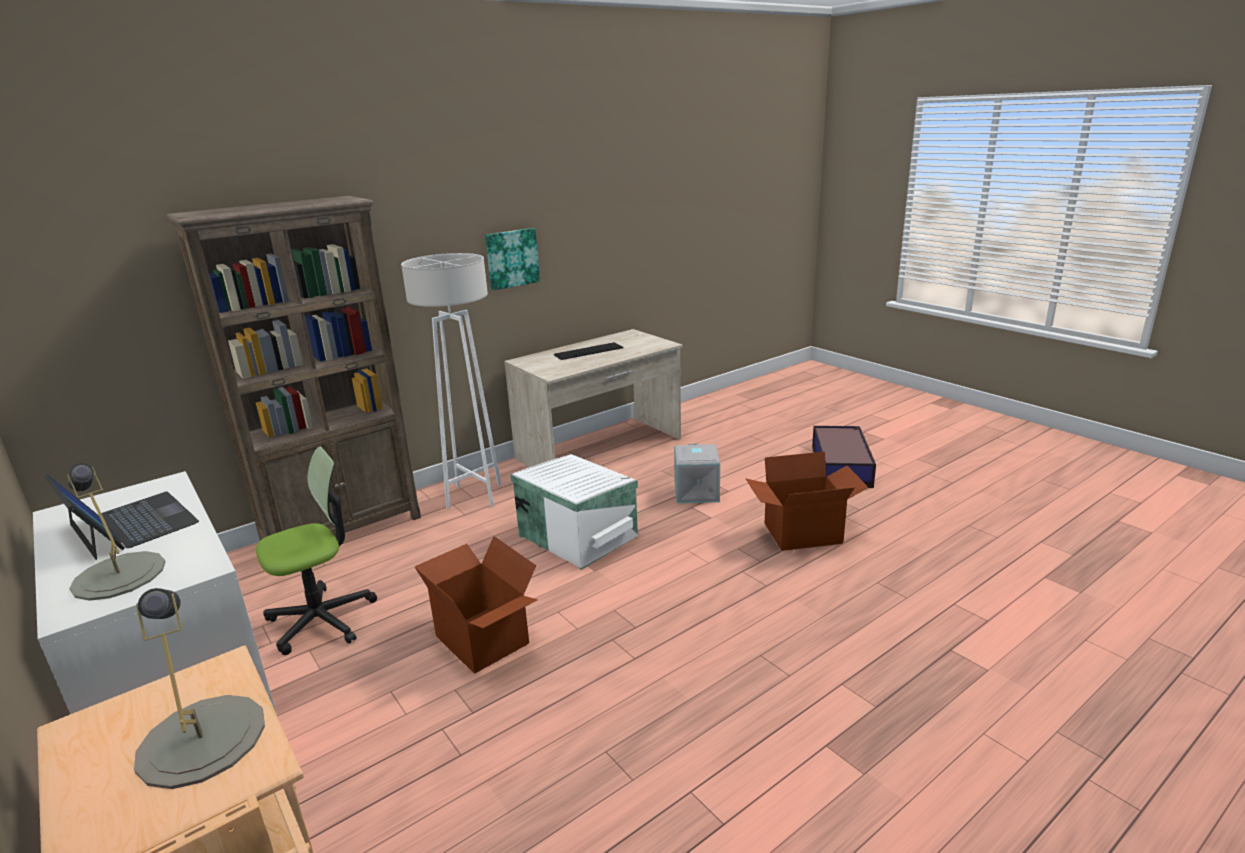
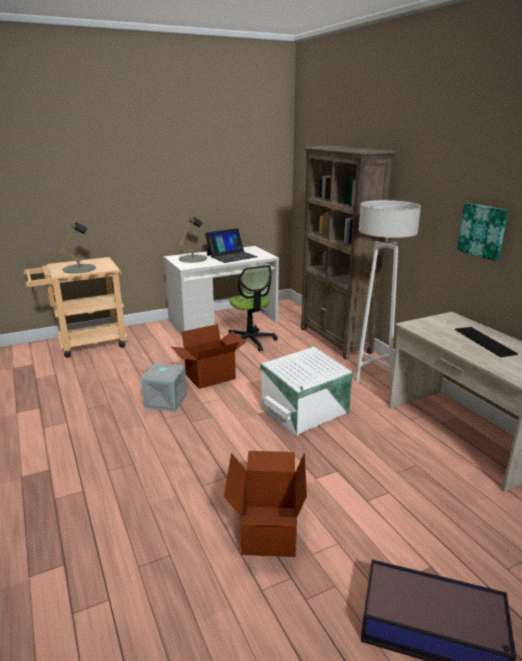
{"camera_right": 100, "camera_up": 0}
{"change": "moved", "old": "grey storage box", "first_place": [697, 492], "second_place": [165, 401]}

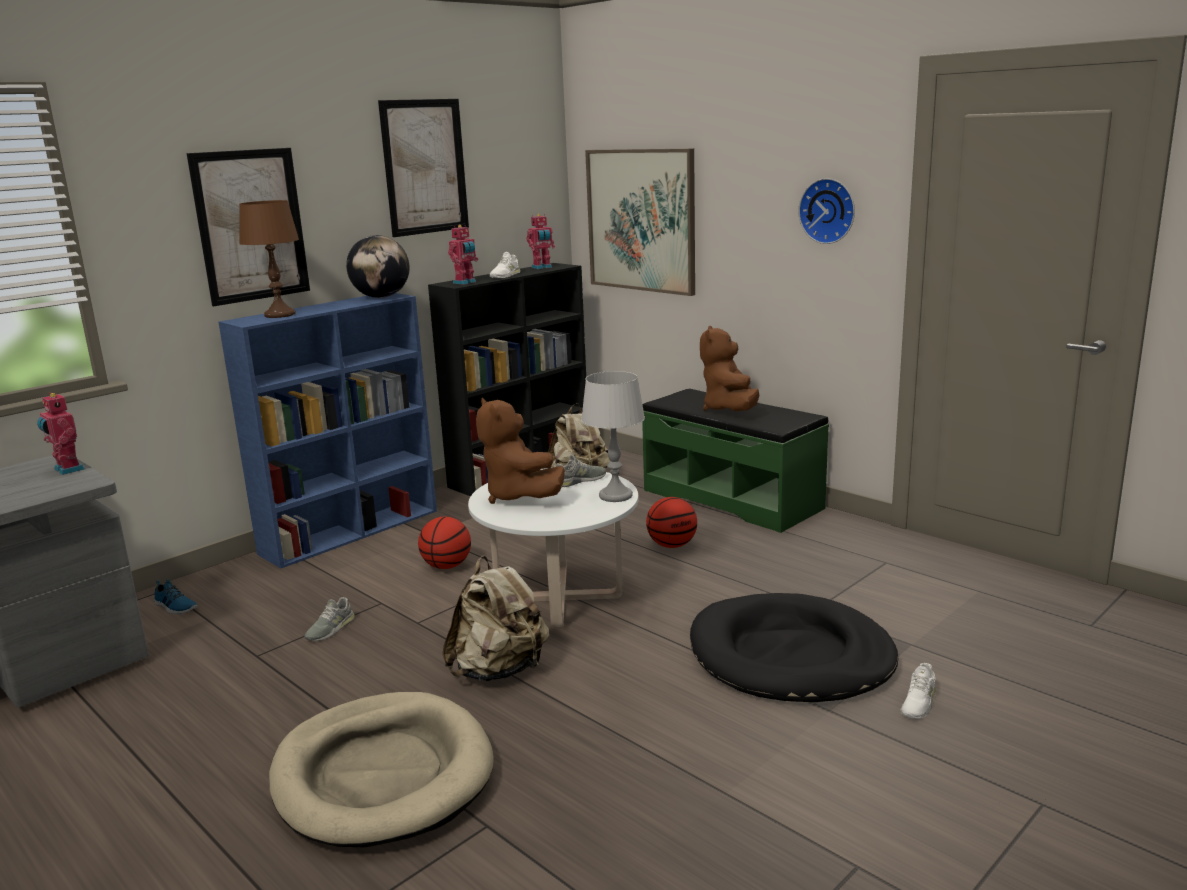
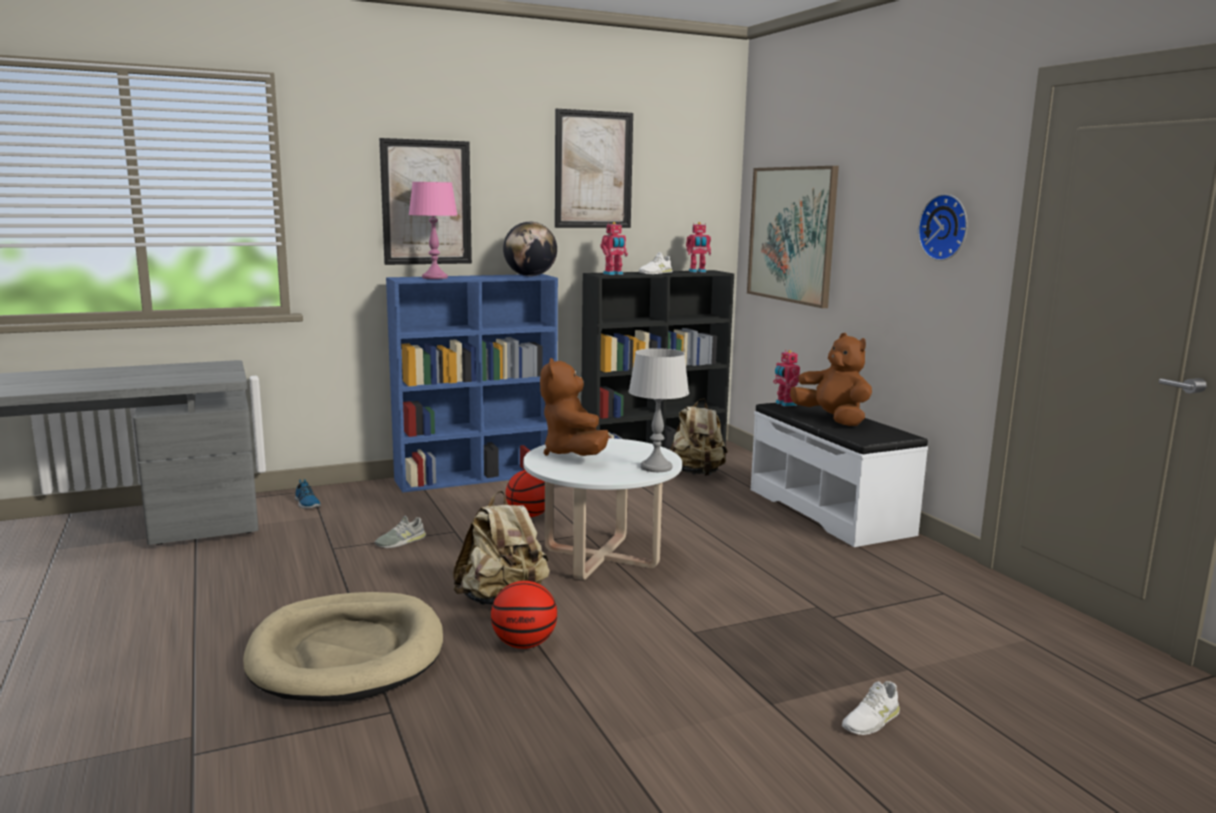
{"camera_right": 20, "camera_up": -5}
{"change": "moved", "old": "toy robot", "first_place": [67, 470], "second_place": [784, 404]}
{"change": "recoloured", "old": "brown table lamp", "new": "pink table lamp", "first_place": [279, 315], "second_place": [434, 278]}
{"change": "removed", "old": "grey shoe", "first_place": [579, 480]}
{"change": "recoloured", "old": "green bench", "new": "white bench", "first_place": [732, 499], "second_place": [829, 511]}
{"change": "moved", "old": "basketball", "first_place": [672, 545], "second_place": [524, 644]}
{"change": "removed", "old": "black dog bed", "first_place": [790, 656]}
{"change": "turned", "old": "brown plush toy", "first_place": [729, 410], "second_place": [832, 420], "degrees": 120}

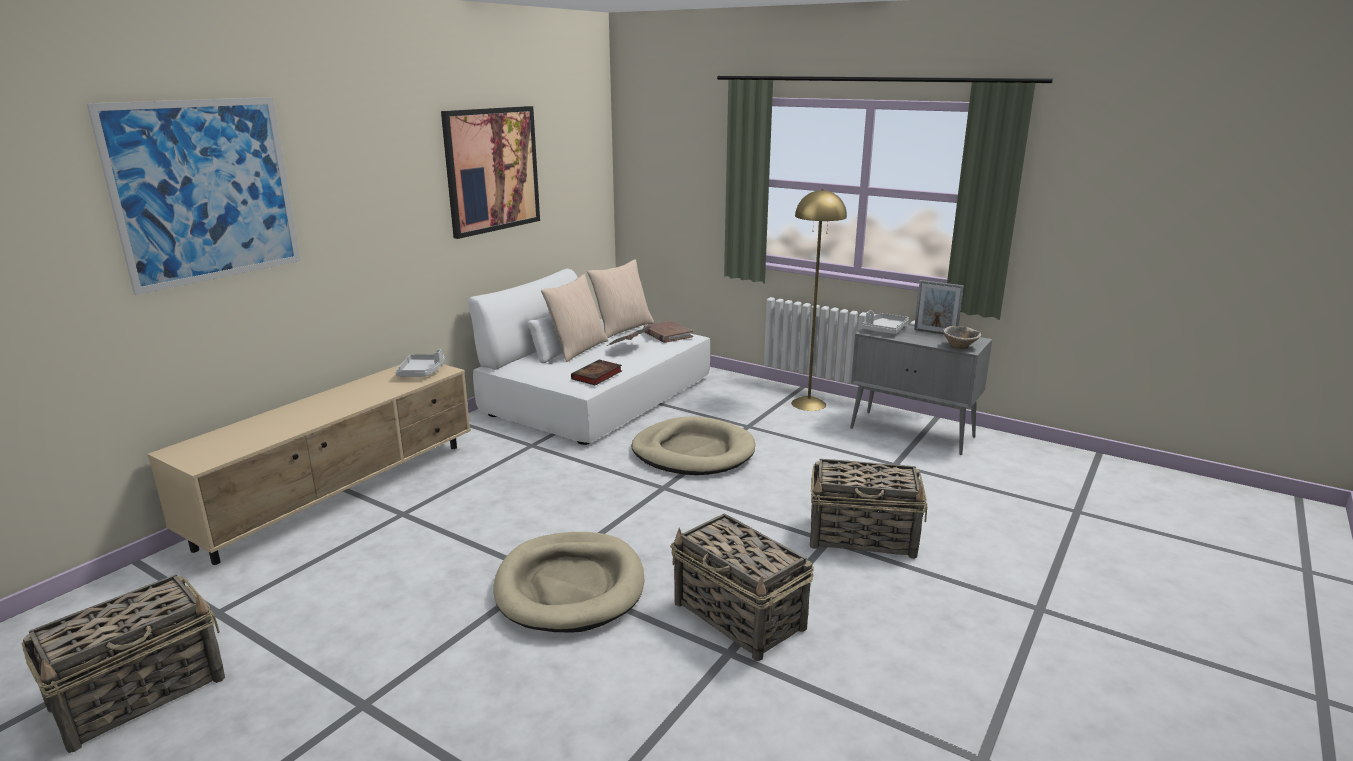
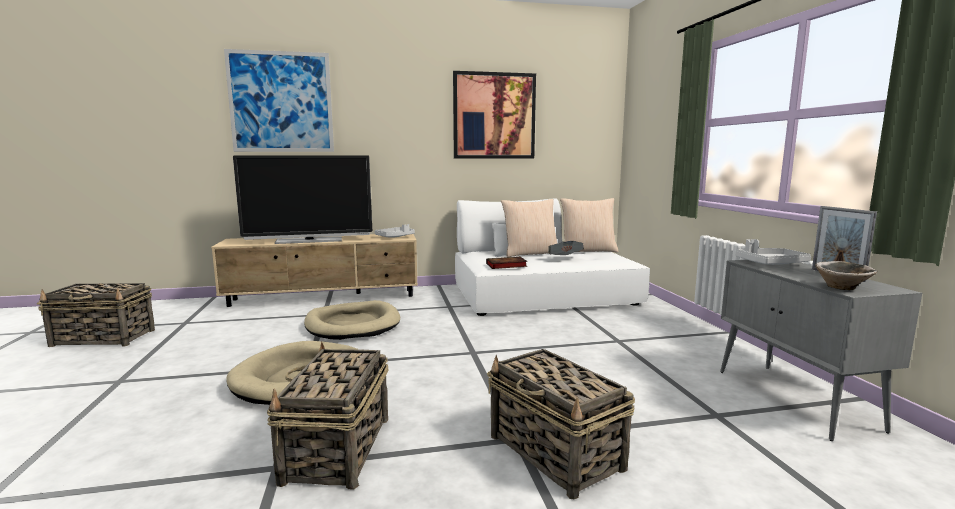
{"camera_right": 45, "camera_up": -10}
{"change": "moved", "old": "beige dog bed", "first_place": [693, 452], "second_place": [353, 324]}
{"change": "removed", "old": "brown book", "first_place": [667, 334]}
{"change": "removed", "old": "yellow floor lamp", "first_place": [808, 404]}
{"change": "added", "new": "television", "second_place": [309, 241]}

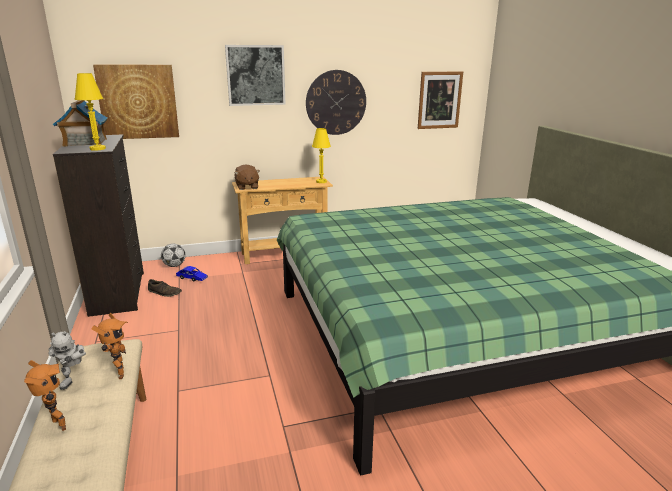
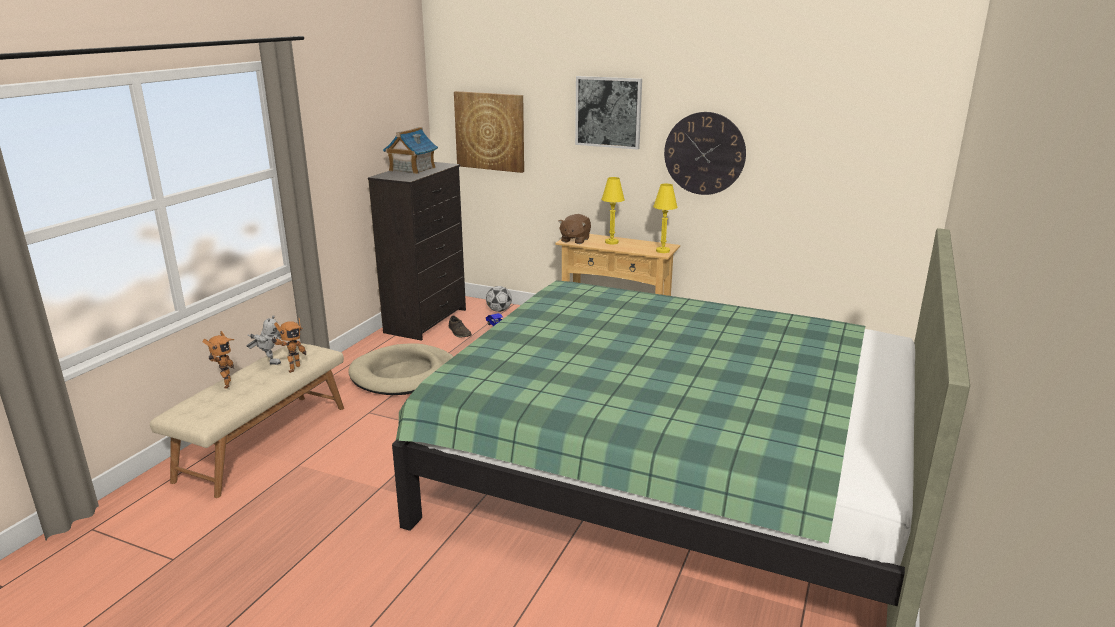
{"camera_right": 40, "camera_up": 0}
{"change": "turned", "old": "toy robot", "first_place": [75, 378], "second_place": [269, 361], "degrees": -105}
{"change": "moved", "old": "yellow table lamp", "first_place": [97, 149], "second_place": [611, 242]}
{"change": "removed", "old": "picture", "first_place": [439, 100]}
{"change": "added", "new": "beige dog bed", "second_place": [404, 374]}

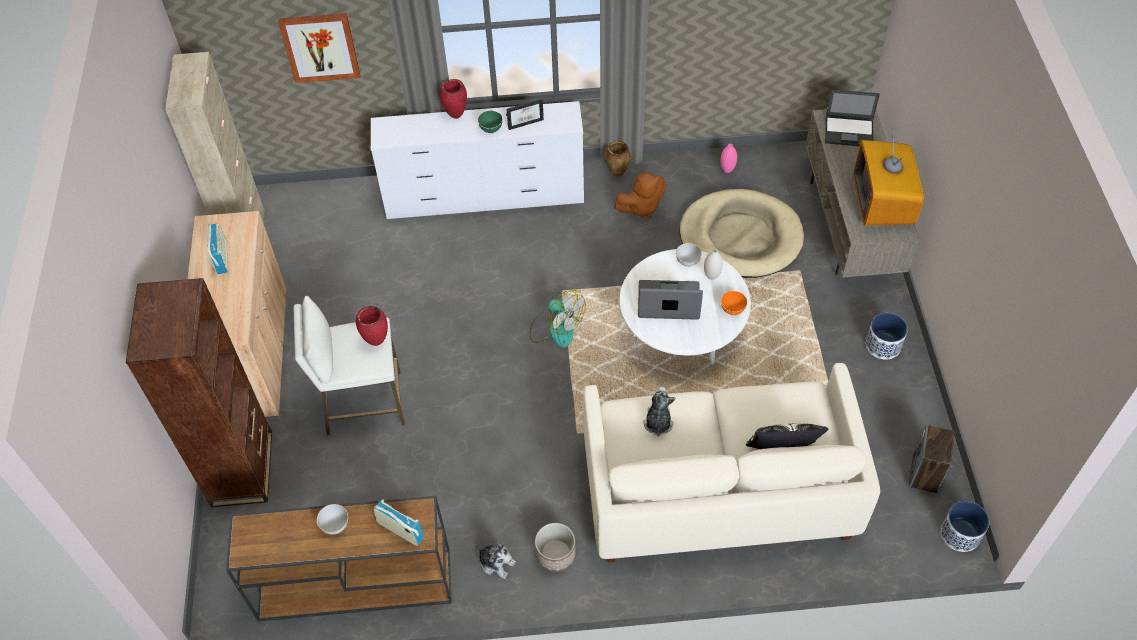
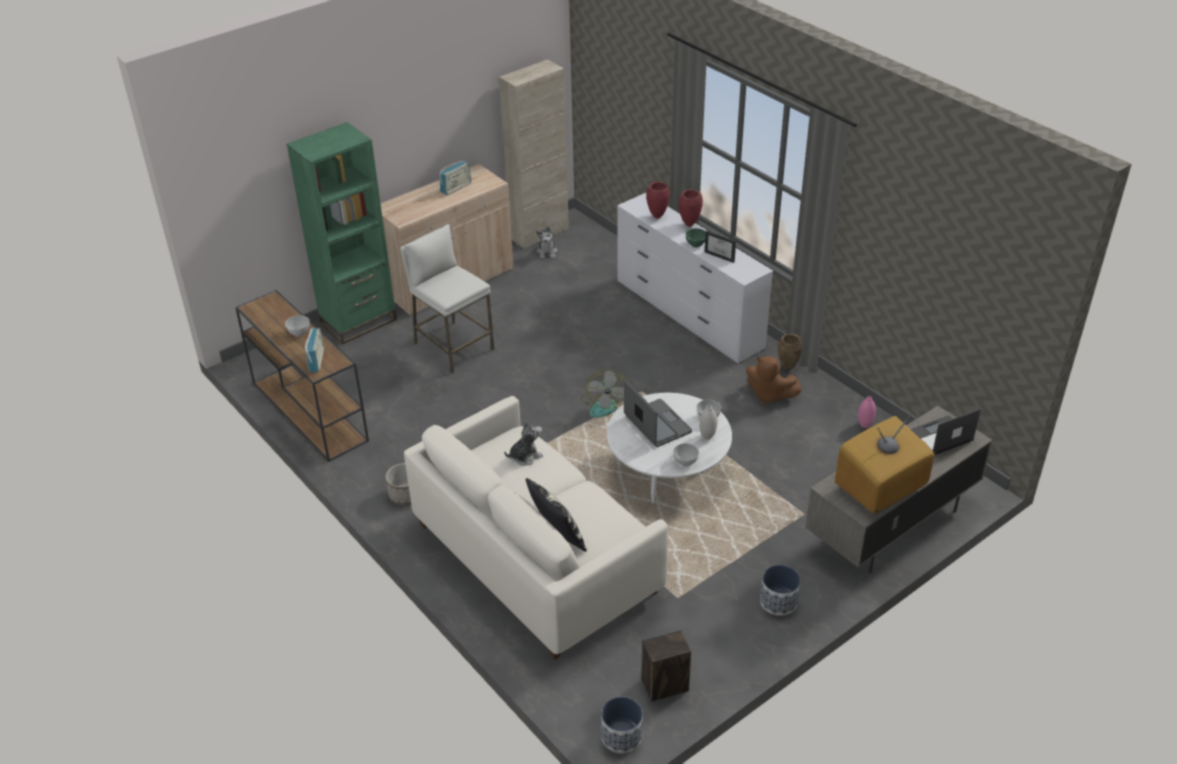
{"camera_right": 55, "camera_up": -15}
{"change": "recoloured", "old": "brown bookcase", "new": "green bookcase", "first_place": [242, 468], "second_place": [358, 322]}
{"change": "removed", "old": "picture", "first_place": [320, 47]}
{"change": "moved", "old": "red vase", "first_place": [376, 343], "second_place": [657, 217]}
{"change": "moved", "old": "plush toy", "first_place": [496, 562], "second_place": [547, 252]}
{"change": "removed", "old": "beige dog bed", "first_place": [740, 237]}
{"change": "recoloured", "old": "orange bowl", "new": "grey bowl", "first_place": [732, 309], "second_place": [685, 462]}
{"change": "turned", "old": "laptop", "first_place": [849, 131], "second_place": [940, 436], "degrees": 90}

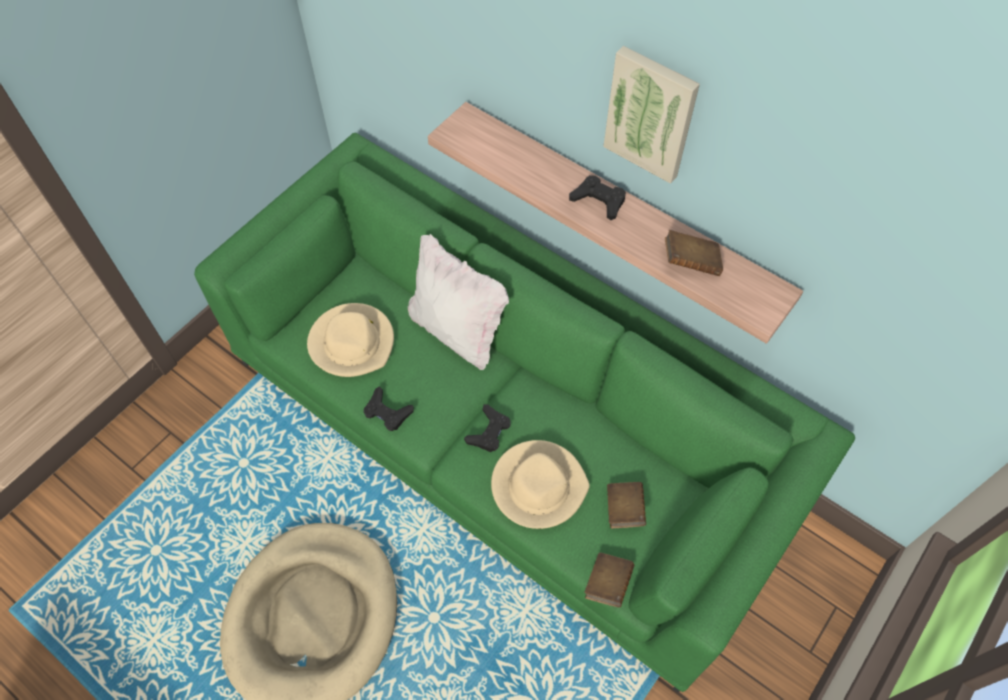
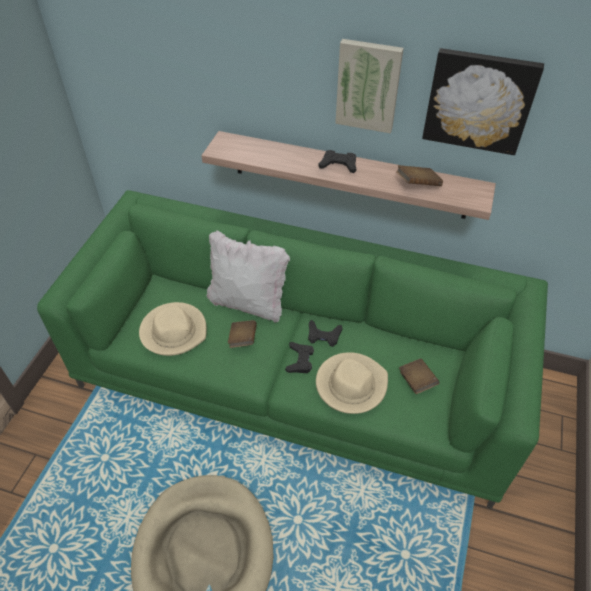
{"camera_right": -20, "camera_up": -10}
{"change": "moved", "old": "black game controller", "first_place": [387, 412], "second_place": [323, 336]}
{"change": "moved", "old": "brown book", "first_place": [607, 583], "second_place": [243, 339]}
{"change": "added", "new": "picture", "second_place": [479, 101]}

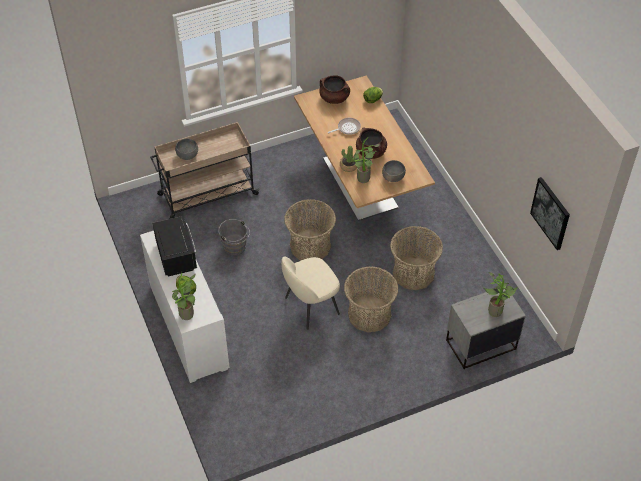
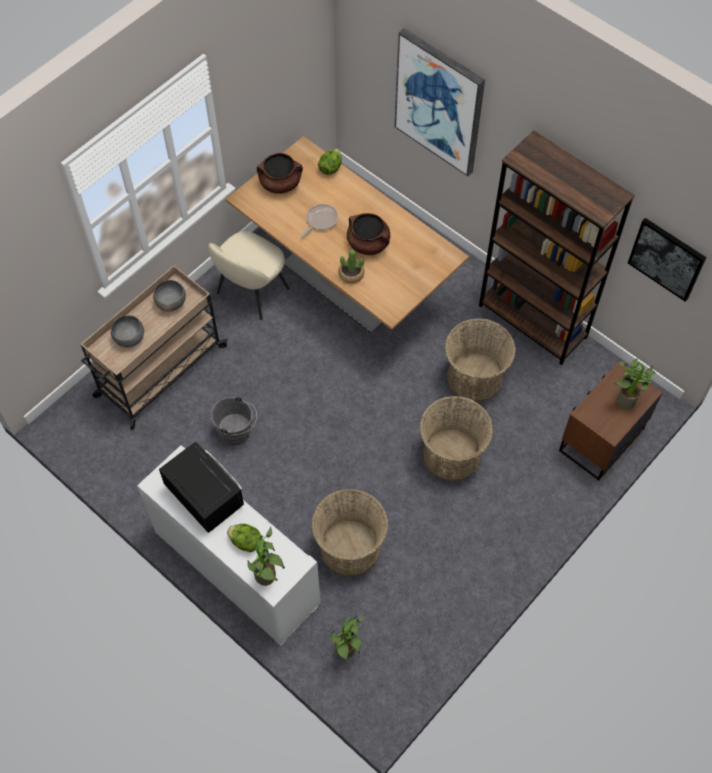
{"camera_right": -25, "camera_up": 10}
{"change": "moved", "old": "beige chair", "first_place": [310, 306], "second_place": [251, 292]}
{"change": "moved", "old": "basket", "first_place": [310, 246], "second_place": [350, 547]}
{"change": "moved", "old": "potted plant", "first_place": [363, 180], "second_place": [348, 652]}
{"change": "moved", "old": "grey bowl", "first_place": [393, 177], "second_place": [171, 303]}
{"change": "recoloured", "old": "grey nightstand", "new": "brown nightstand", "first_place": [480, 344], "second_place": [600, 440]}
{"change": "added", "new": "picture", "second_place": [439, 102]}
{"change": "added", "new": "brown bookcase", "second_place": [533, 321]}

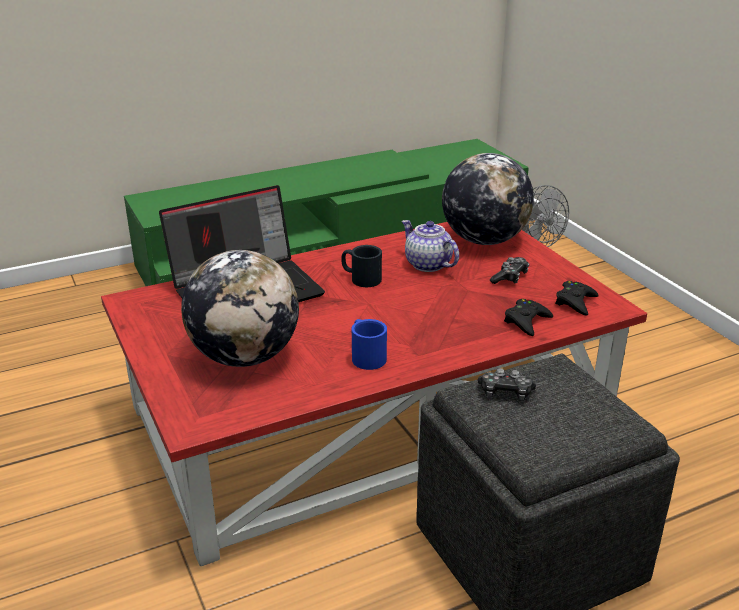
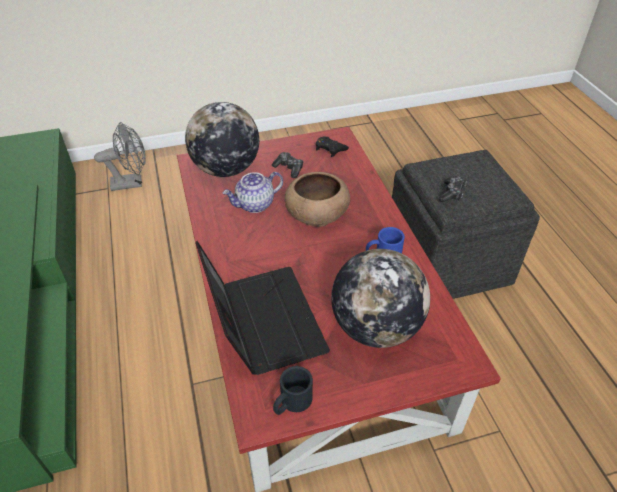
{"camera_right": -80, "camera_up": 15}
{"change": "moved", "old": "black mug", "first_place": [360, 278], "second_place": [291, 403]}
{"change": "removed", "old": "black game controller", "first_place": [526, 321]}
{"change": "added", "new": "brown bowl", "second_place": [316, 215]}

